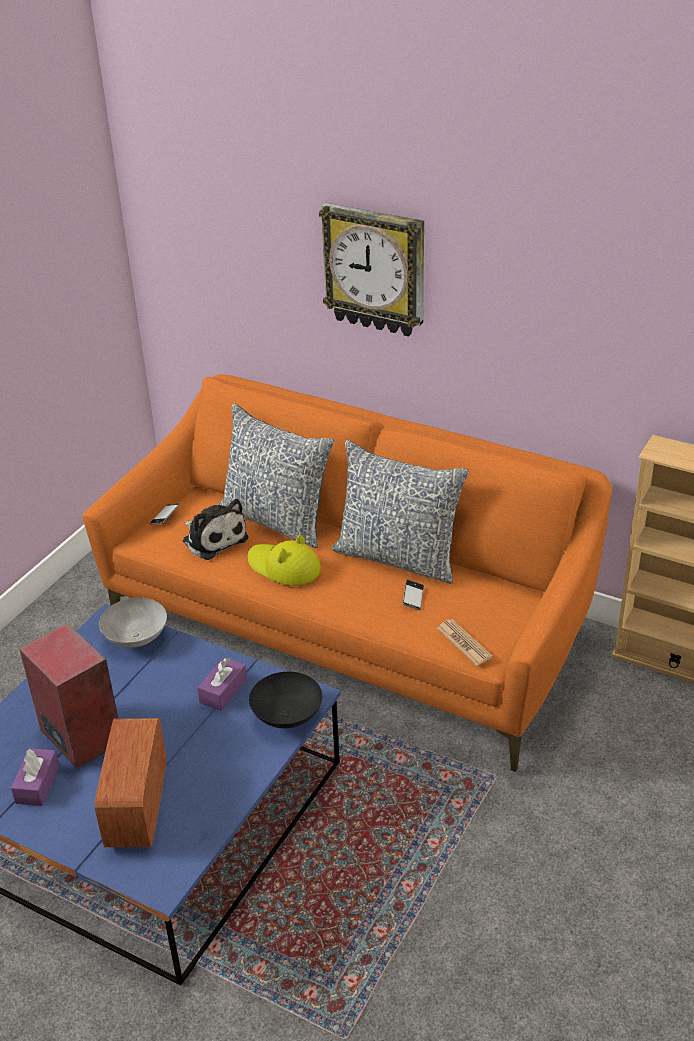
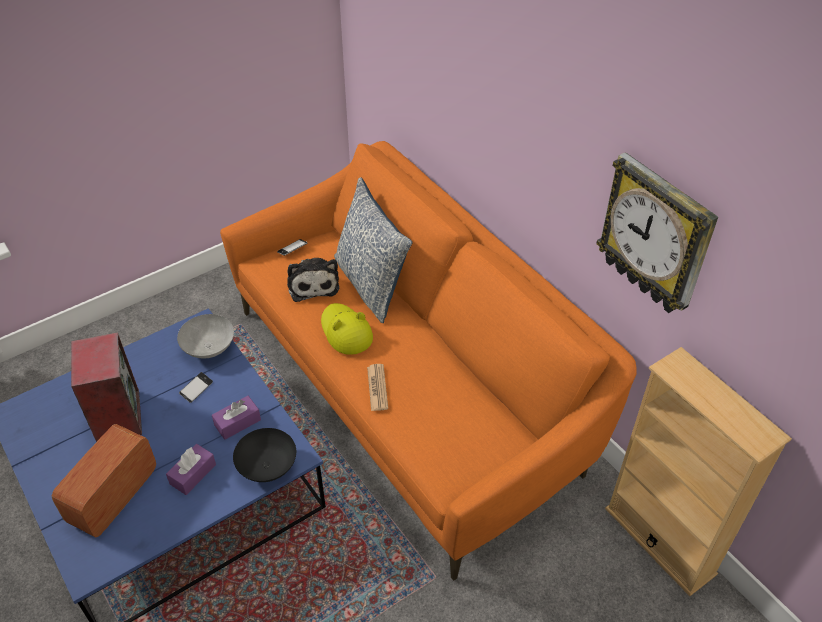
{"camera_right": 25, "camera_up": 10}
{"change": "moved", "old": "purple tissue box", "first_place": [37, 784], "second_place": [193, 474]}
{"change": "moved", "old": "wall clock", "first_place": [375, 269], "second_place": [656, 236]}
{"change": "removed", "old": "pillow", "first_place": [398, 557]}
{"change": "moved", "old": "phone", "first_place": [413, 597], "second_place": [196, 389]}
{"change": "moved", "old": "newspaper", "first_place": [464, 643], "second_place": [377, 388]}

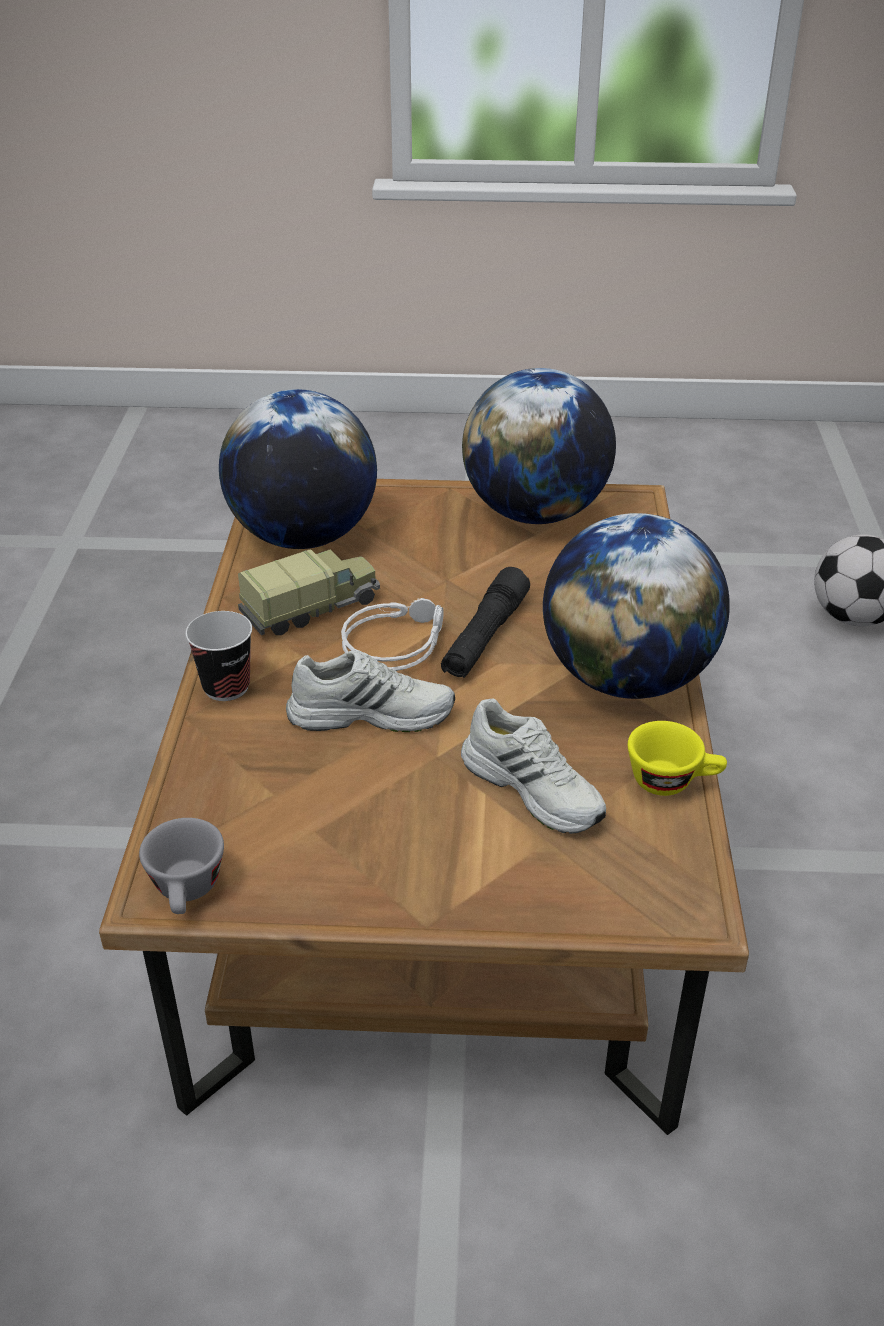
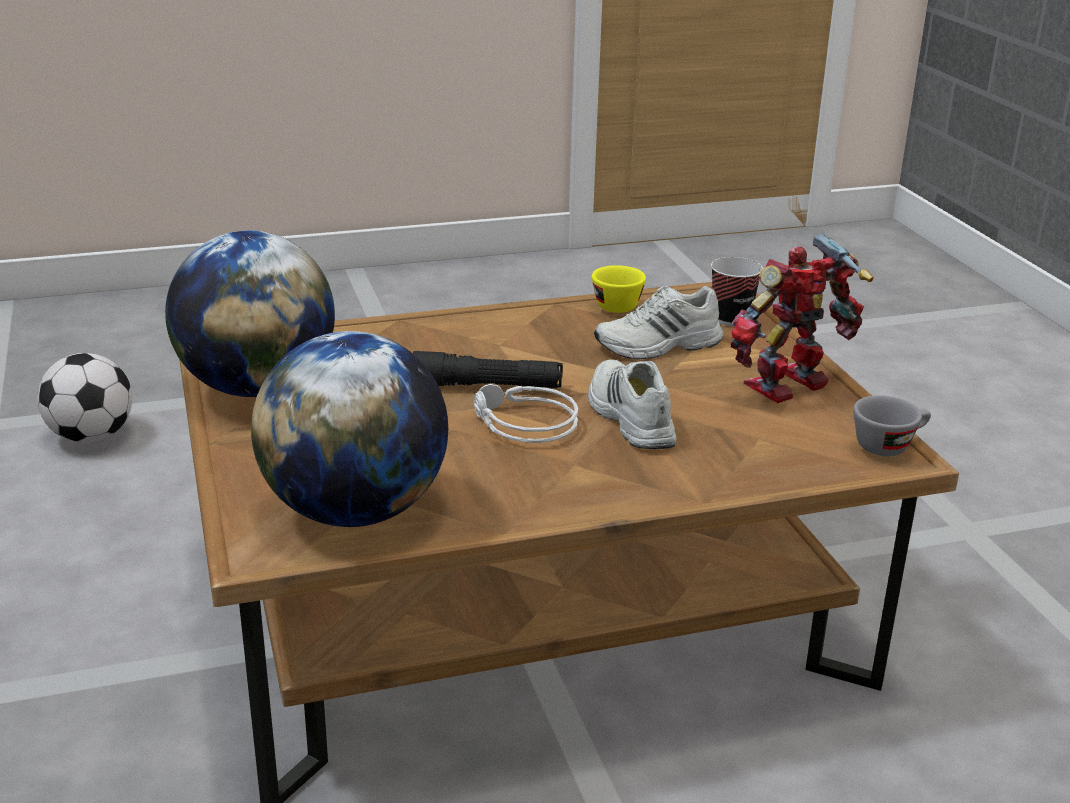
{"camera_right": -110, "camera_up": -10}
{"change": "moved", "old": "cup", "first_place": [226, 687], "second_place": [731, 319]}
{"change": "removed", "old": "toy truck", "first_place": [312, 608]}
{"change": "turned", "old": "white shoe", "first_place": [534, 788], "second_place": [659, 346], "degrees": -135}
{"change": "removed", "old": "globe", "first_place": [626, 678]}
{"change": "added", "new": "toy robot", "second_place": [790, 387]}

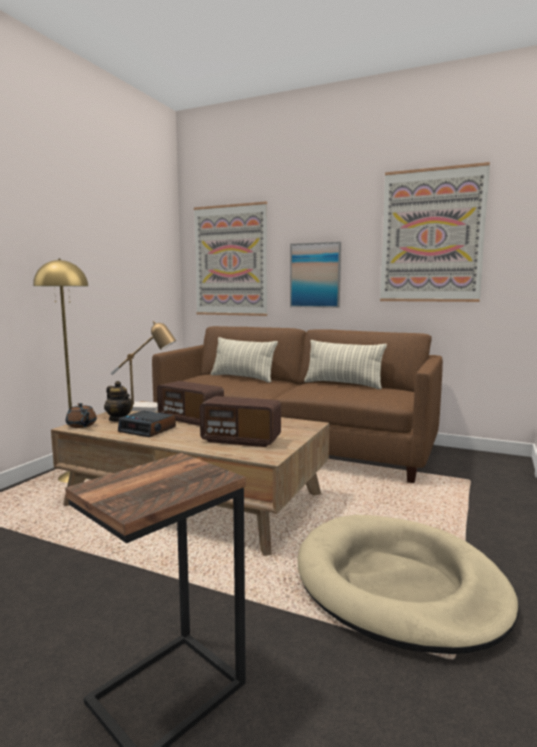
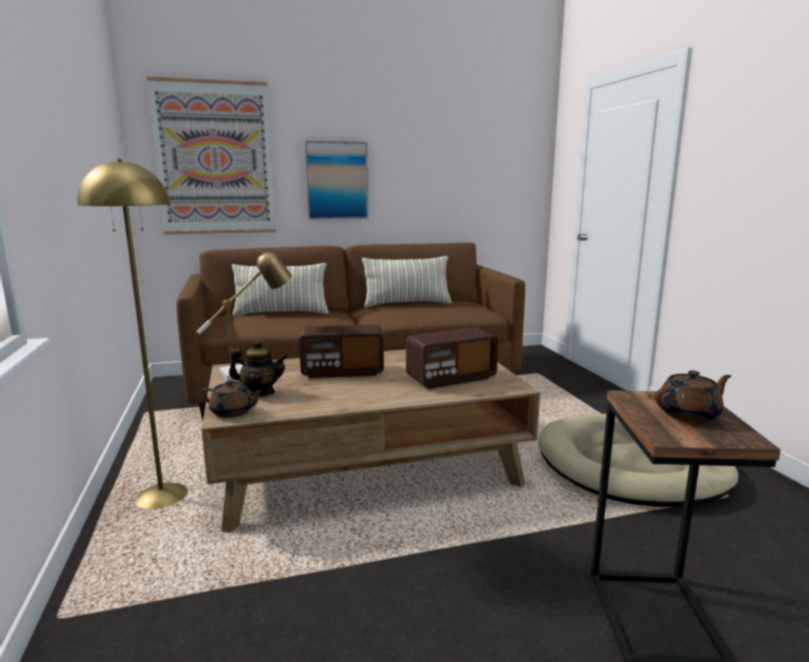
{"camera_right": -40, "camera_up": 5}
{"change": "removed", "old": "alarm clock", "first_place": [148, 429]}
{"change": "removed", "old": "picture", "first_place": [431, 236]}
{"change": "added", "new": "brown teapot", "second_place": [689, 415]}

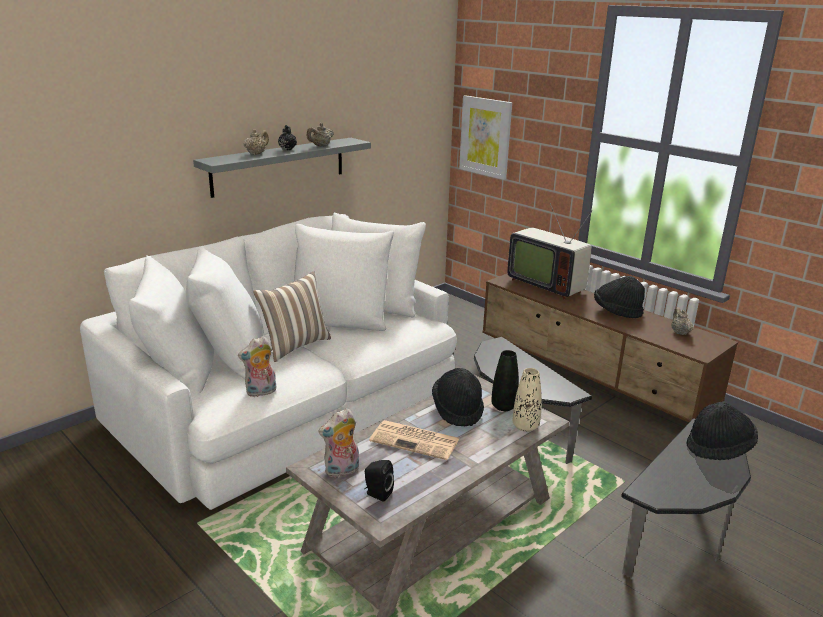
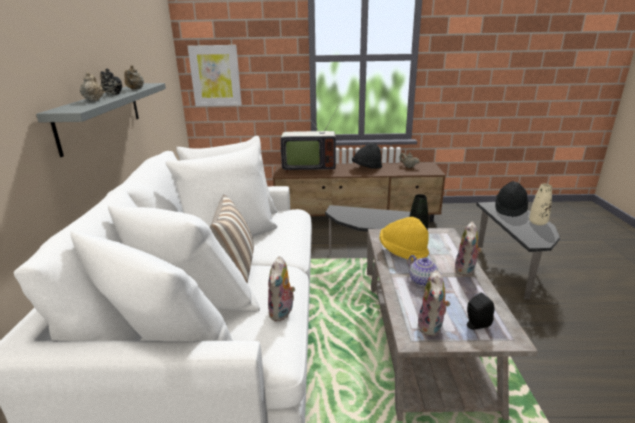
{"camera_right": -45, "camera_up": 0}
{"change": "replaced", "old": "newspaper", "new": "teapot", "first_place": [416, 440], "second_place": [422, 280]}
{"change": "recoloured", "old": "black hat", "new": "yellow hat", "first_place": [457, 410], "second_place": [402, 251]}
{"change": "moved", "old": "beige vase", "first_place": [525, 426], "second_place": [537, 223]}
{"change": "added", "new": "plush toy", "second_place": [466, 270]}

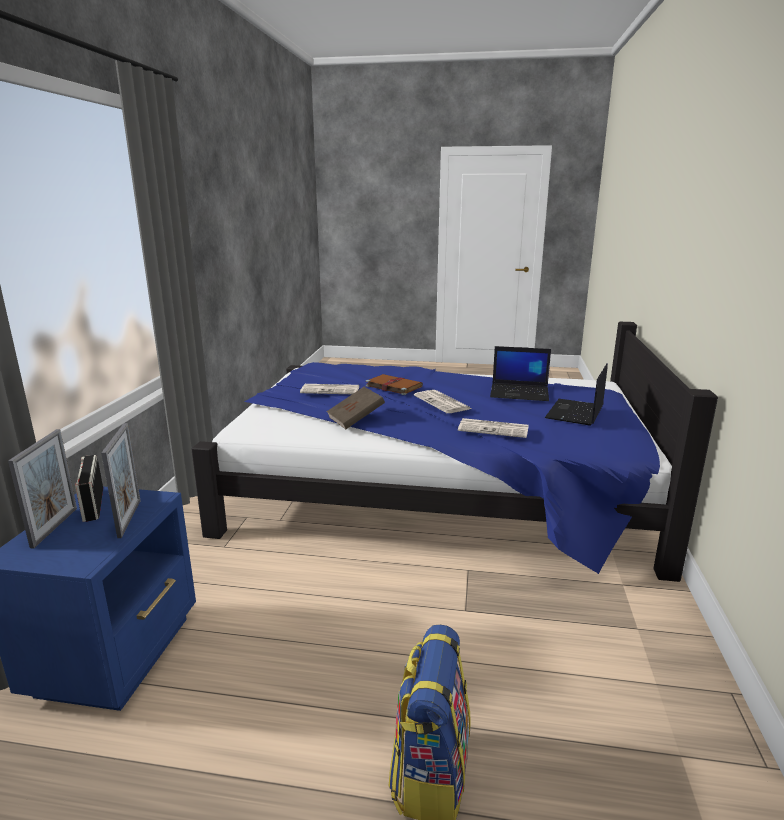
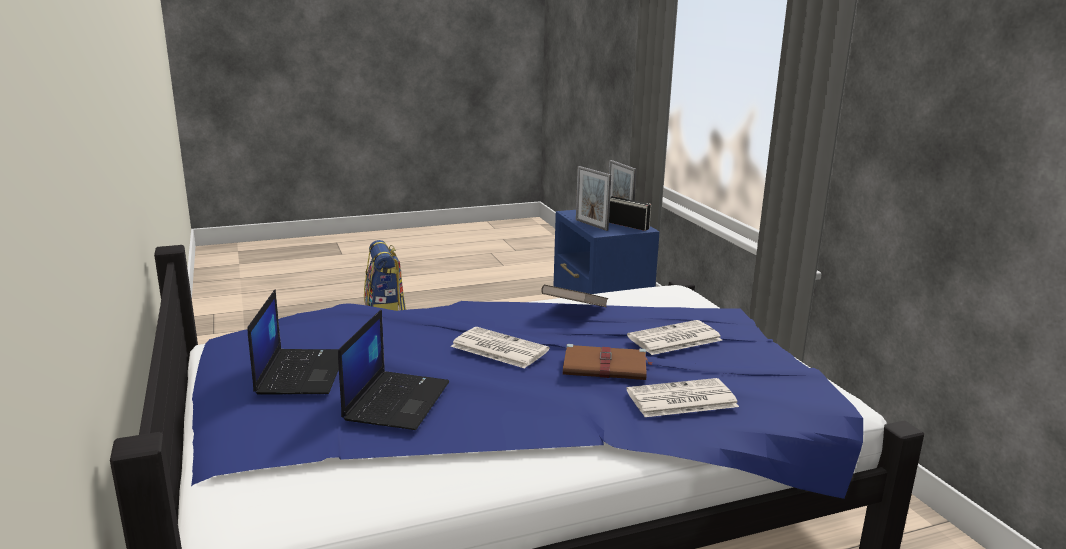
{"camera_right": 150, "camera_up": 0}
{"change": "moved", "old": "newspaper", "first_place": [494, 429], "second_place": [680, 399]}
{"change": "turned", "old": "laptop", "first_place": [520, 393], "second_place": [396, 400], "degrees": 120}

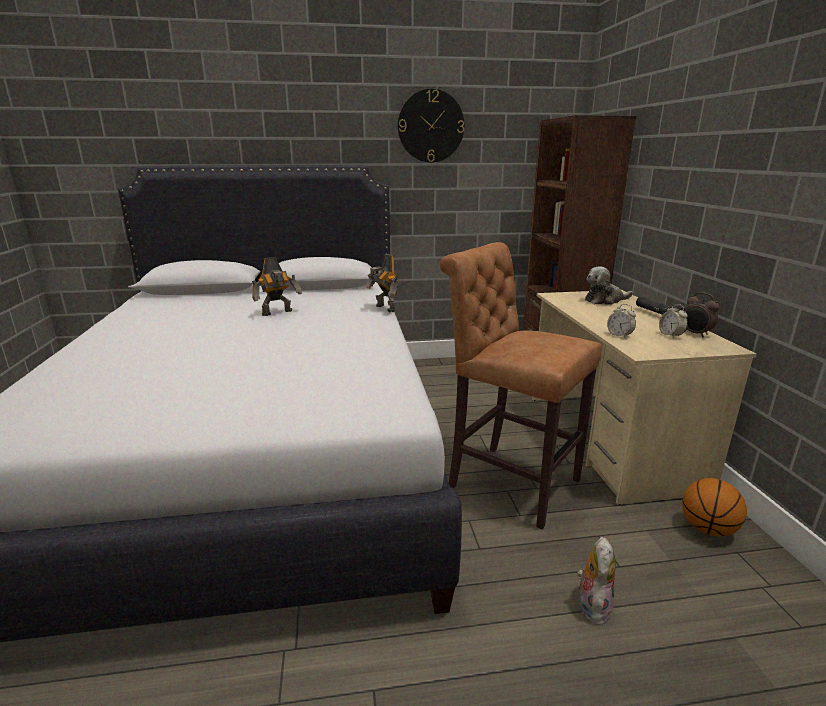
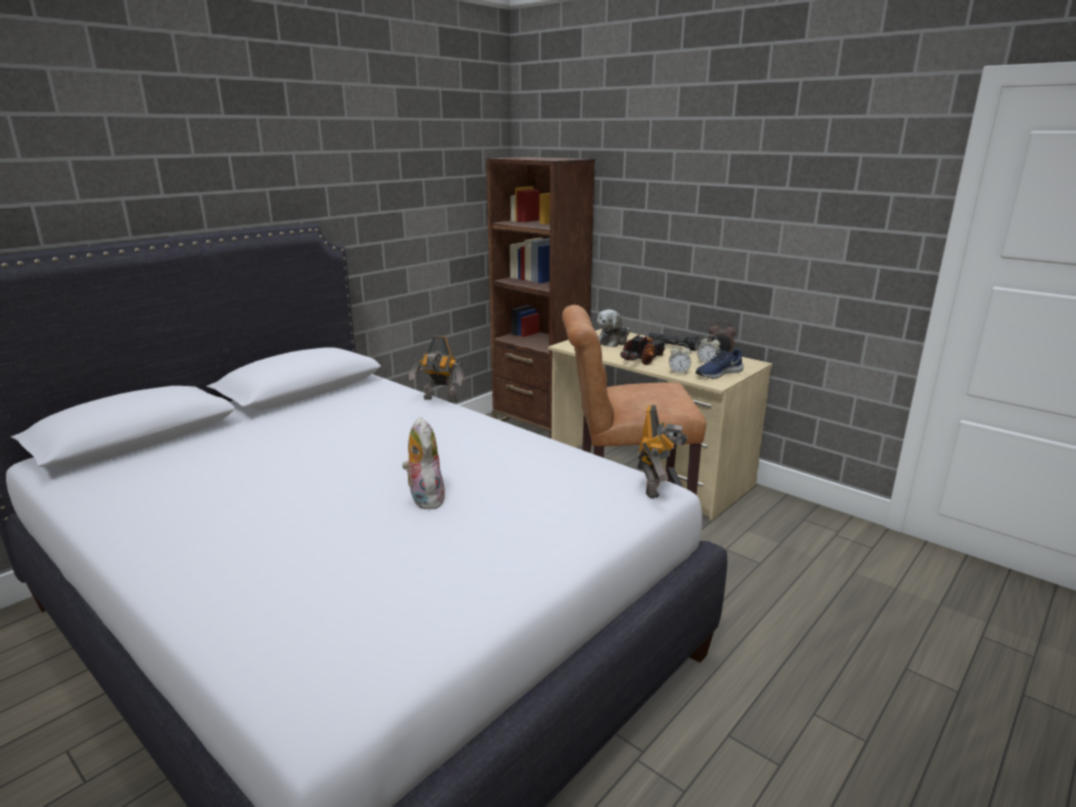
{"camera_right": -40, "camera_up": 0}
{"change": "moved", "old": "toy robot", "first_place": [278, 313], "second_place": [656, 487]}
{"change": "removed", "old": "wall clock", "first_place": [431, 126]}
{"change": "moved", "old": "plush toy", "first_place": [592, 605], "second_place": [424, 498]}
{"change": "removed", "old": "basketball", "first_place": [707, 529]}
{"change": "added", "new": "toy truck", "second_place": [643, 360]}
{"change": "added", "new": "blue shoe", "second_place": [718, 373]}

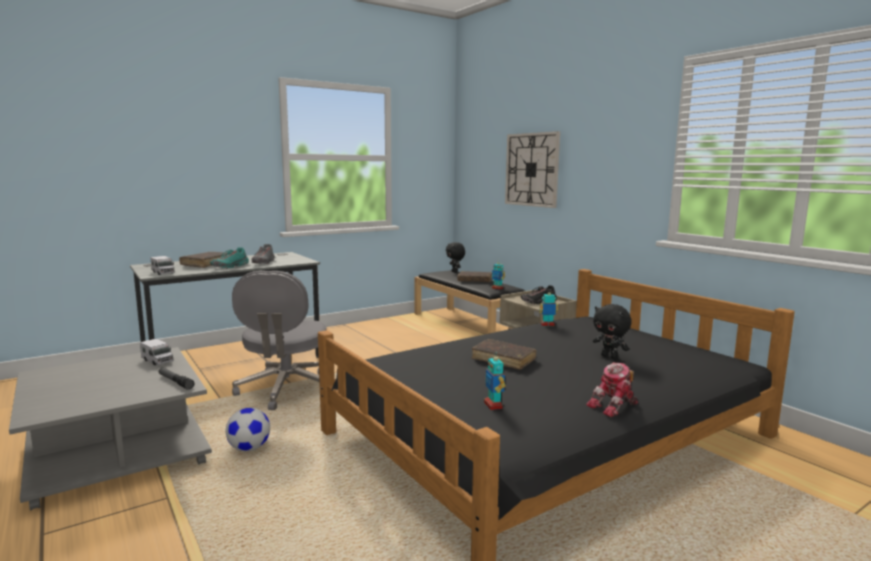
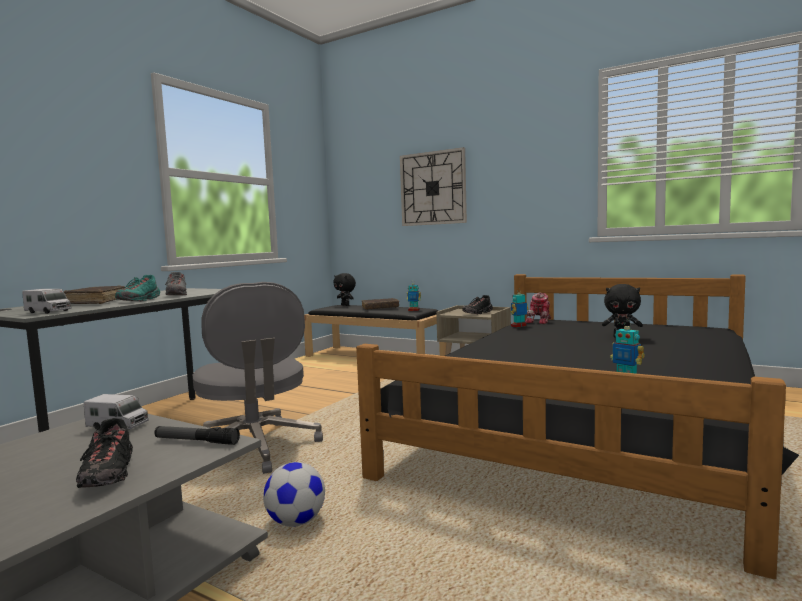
{"camera_right": -25, "camera_up": -5}
{"change": "removed", "old": "brown book", "first_place": [503, 360]}
{"change": "moved", "old": "toy robot", "first_place": [614, 407], "second_place": [540, 321]}
{"change": "added", "new": "black shoe", "second_place": [108, 474]}

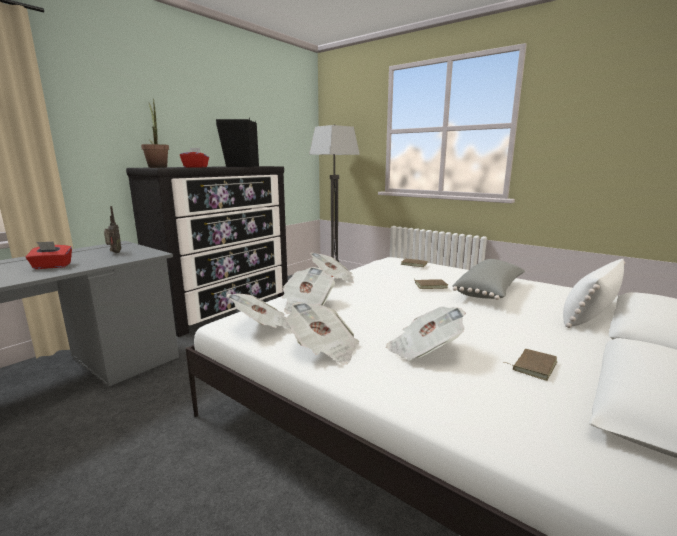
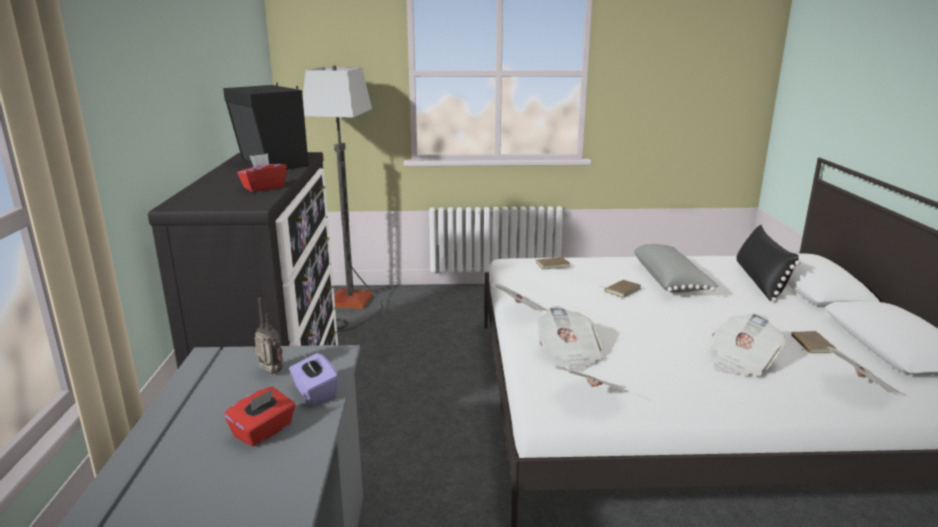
{"camera_right": -40, "camera_up": 5}
{"change": "removed", "old": "potted plant", "first_place": [157, 167]}
{"change": "moved", "old": "newspaper", "first_place": [324, 349], "second_place": [861, 389]}
{"change": "recoloured", "old": "white pillow", "new": "black pillow", "first_place": [589, 313], "second_place": [760, 281]}
{"change": "added", "new": "purple tissue box", "second_place": [315, 393]}

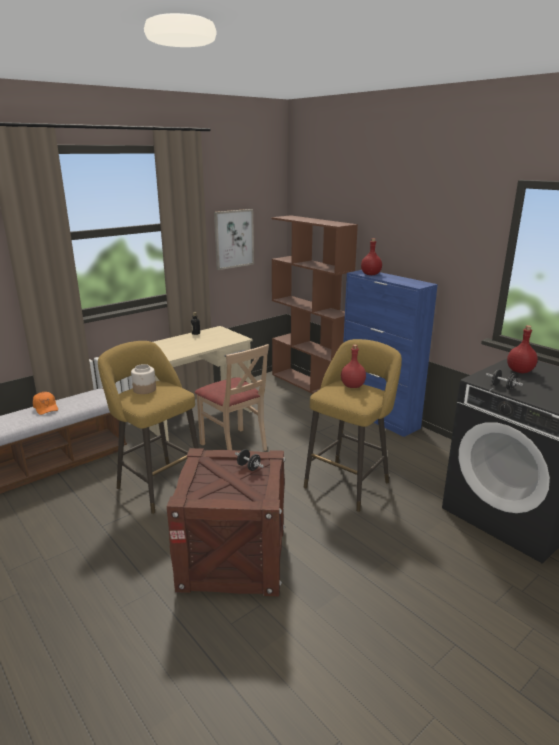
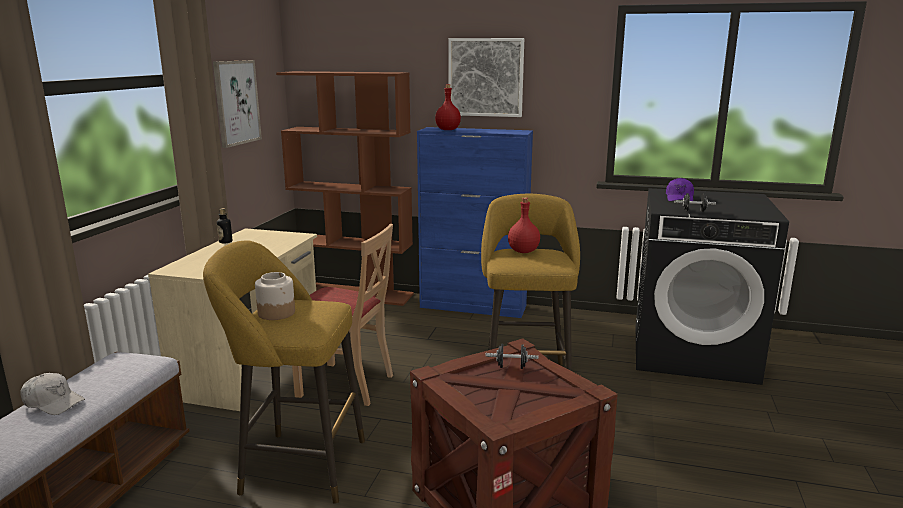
{"camera_right": -35, "camera_up": -5}
{"change": "recoloured", "old": "orange cap", "new": "white cap", "first_place": [46, 407], "second_place": [53, 402]}
{"change": "replaced", "old": "red bottle", "new": "purple cap", "first_place": [520, 371], "second_place": [679, 198]}
{"change": "added", "new": "picture", "second_place": [486, 77]}

